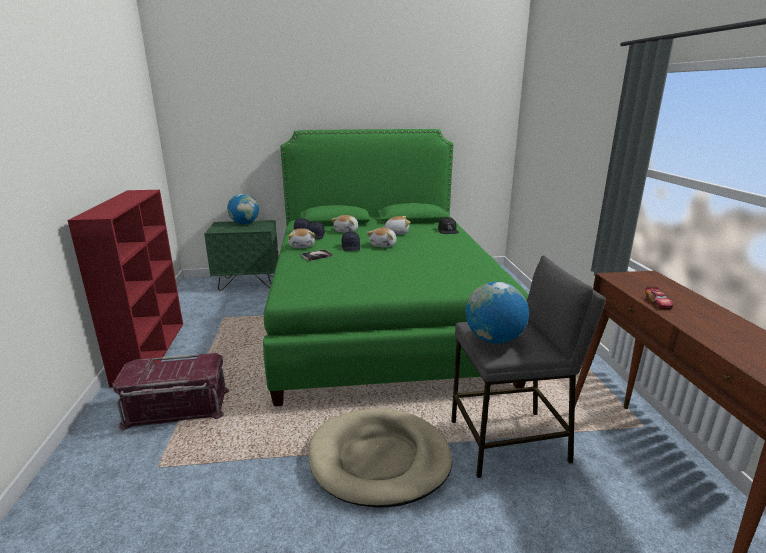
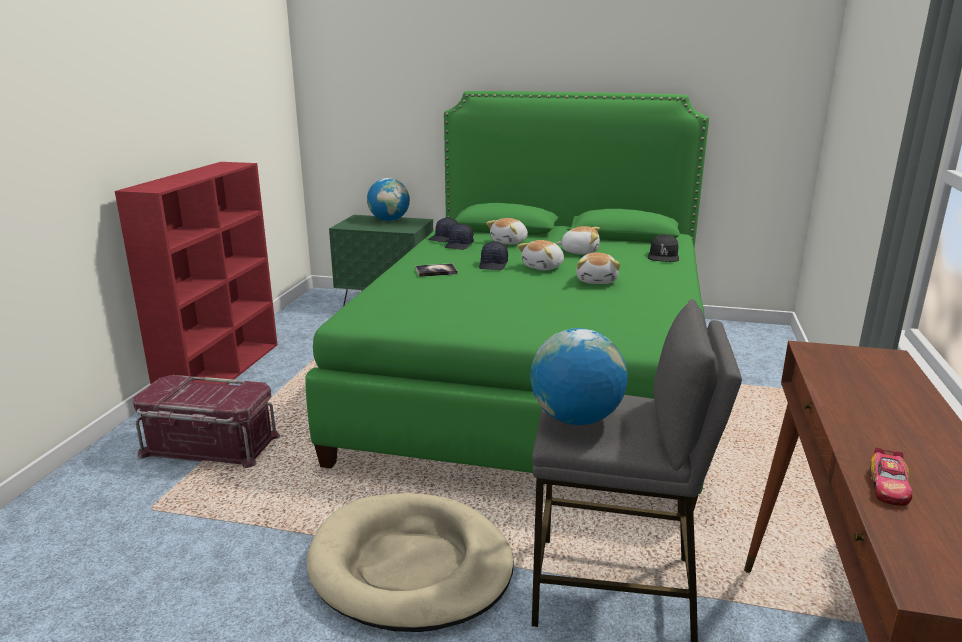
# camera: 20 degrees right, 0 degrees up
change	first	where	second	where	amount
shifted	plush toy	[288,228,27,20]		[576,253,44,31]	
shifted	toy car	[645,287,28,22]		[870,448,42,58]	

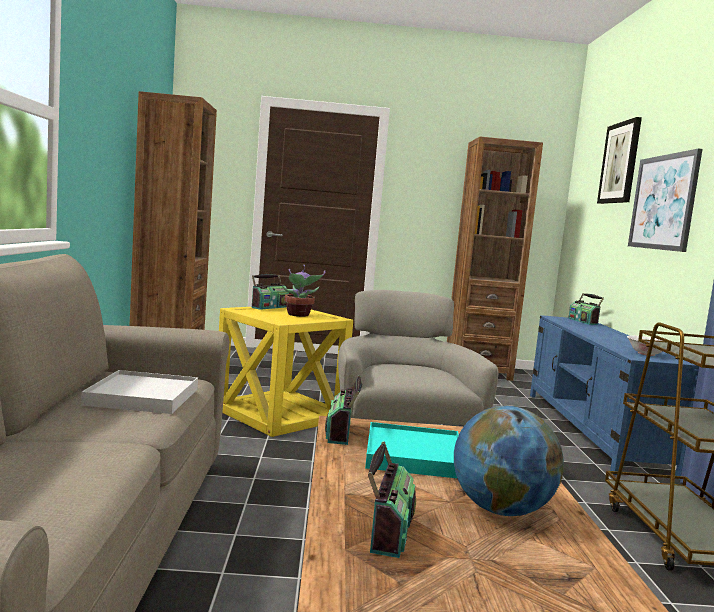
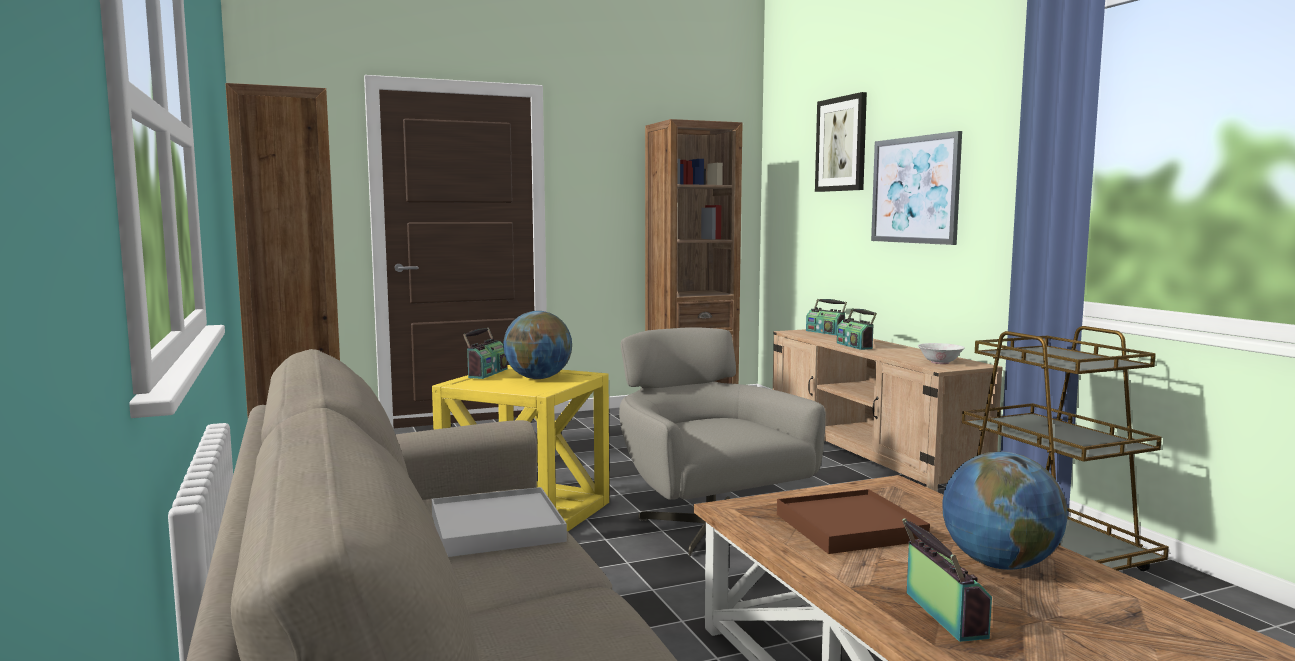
# camera: 20 degrees left, 0 degrees up
change	first	where	second	where	amount
swapped	potted plant	[282,265,44,52]	globe	[503,311,69,68]	
repainted	blue tv stand	[530,315,169,161]	beige tv stand	[773,329,230,163]	
shifted	radio	[325,375,37,70]		[837,308,40,42]	
repainted	turquoise tray	[365,422,94,57]	brown tray	[777,489,153,65]	

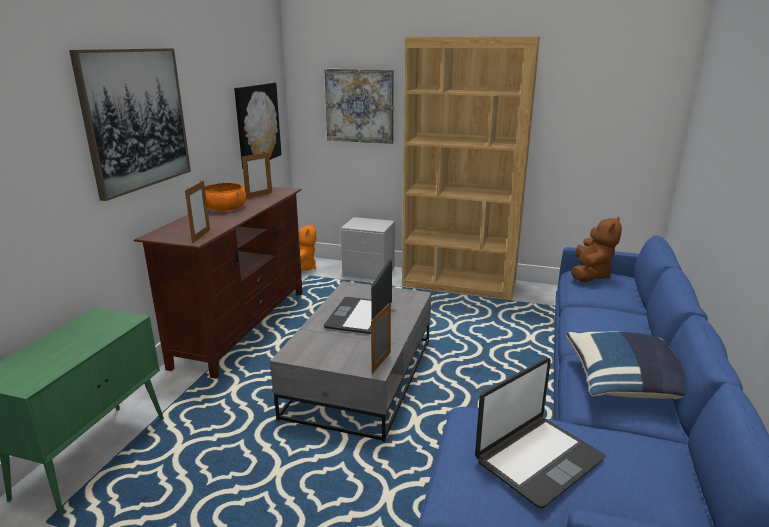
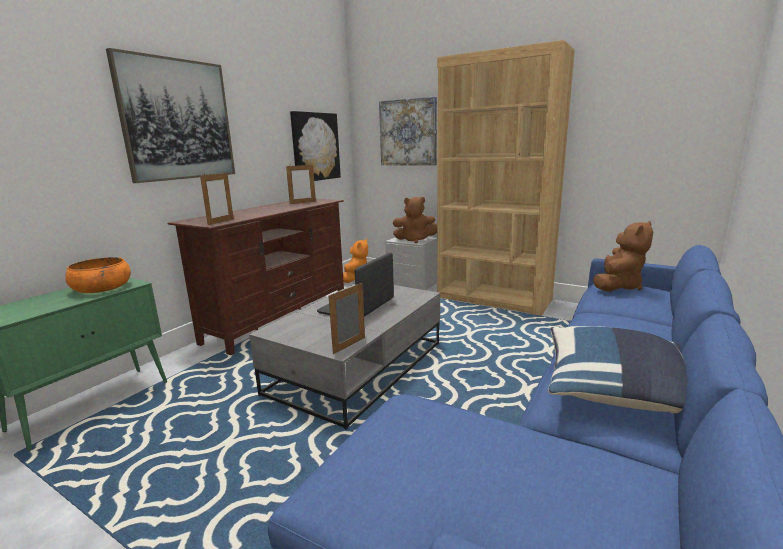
# camera: 15 degrees right, 5 degrees down
change	first	where	second	where	amount
shifted	orange bowl	[205,183,41,28]		[65,257,66,36]	
gone	laptop	[475,358,130,151]			
new			brown plush toy	[393,197,44,46]	

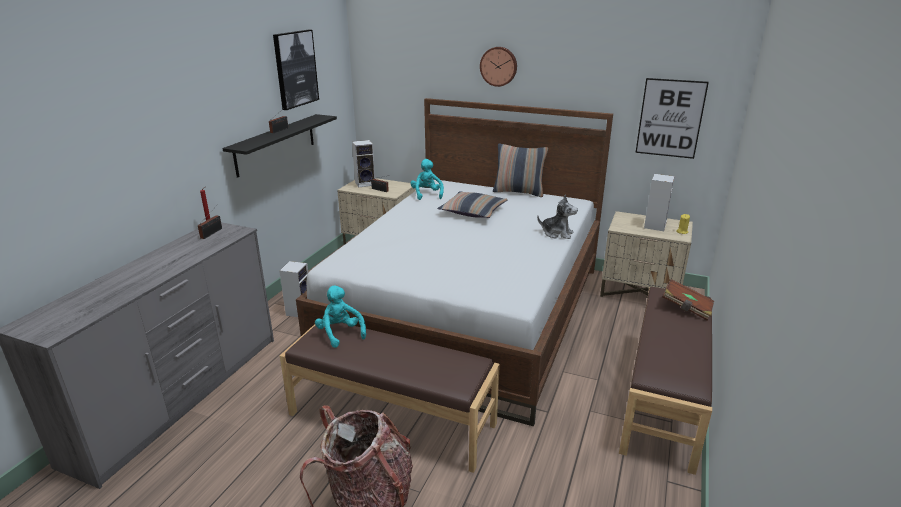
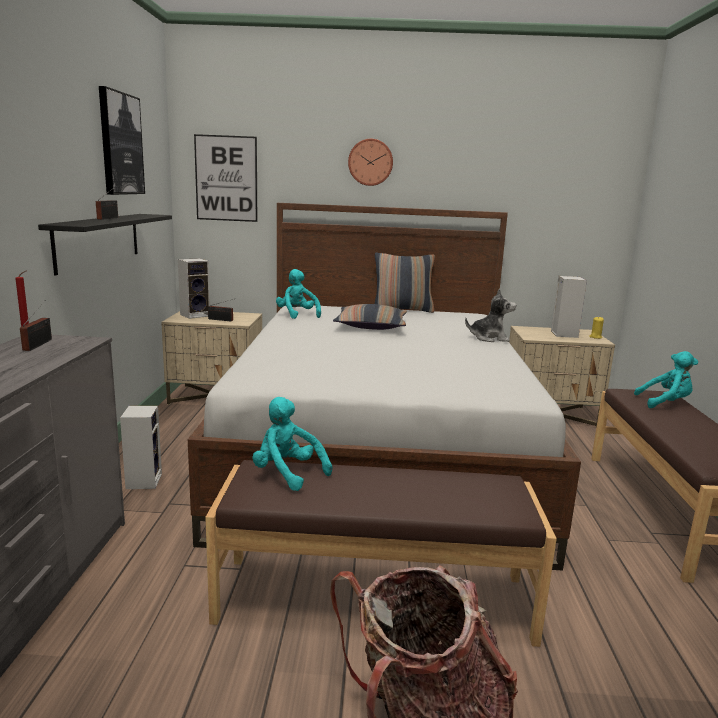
# camera: 20 degrees left, 10 degrees down
change	first	where	second	where	amount
shifted	picture	[635,78,74,81]		[194,134,63,88]	
swapped	brown book	[663,279,51,41]	turquoise plush toy	[634,351,64,57]	

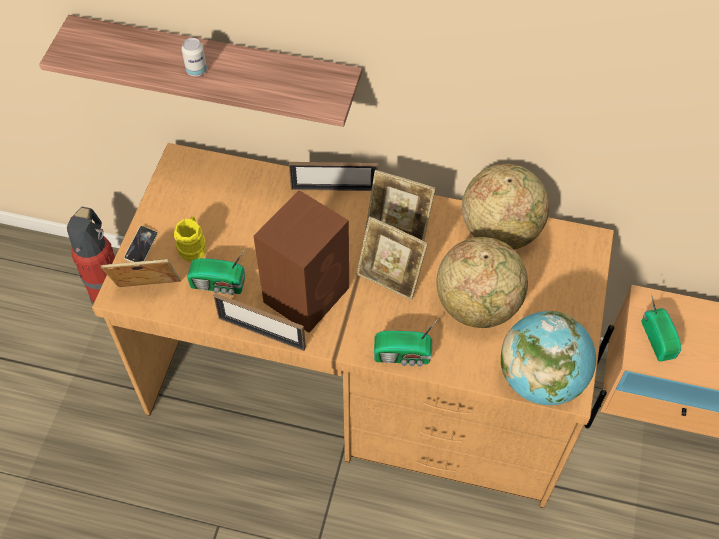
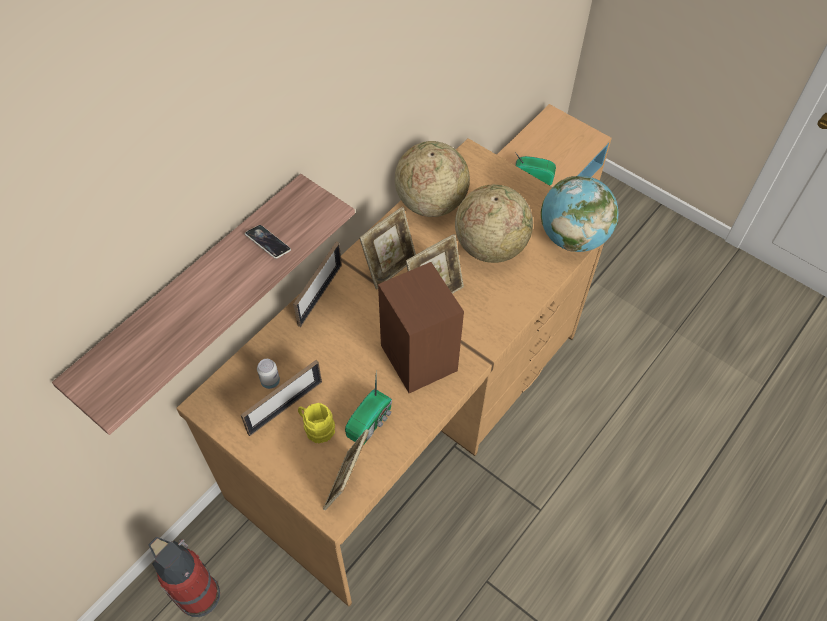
# camera: 65 degrees left, 0 degrees up
change	first	where	second	where	amount
shifted	can	[181,38,26,38]		[257,359,23,30]	
shifted	phone	[124,226,34,36]		[245,225,46,34]	
shifted	picture frame	[214,293,92,58]		[241,360,81,76]	
gone	radio	[374,319,64,48]			

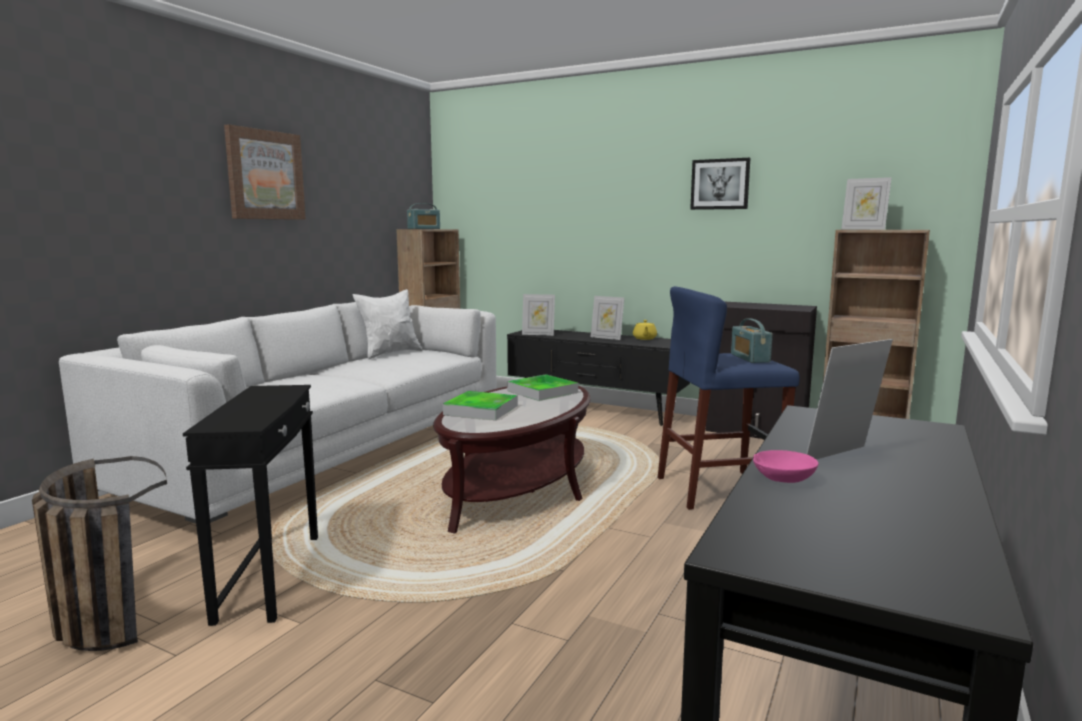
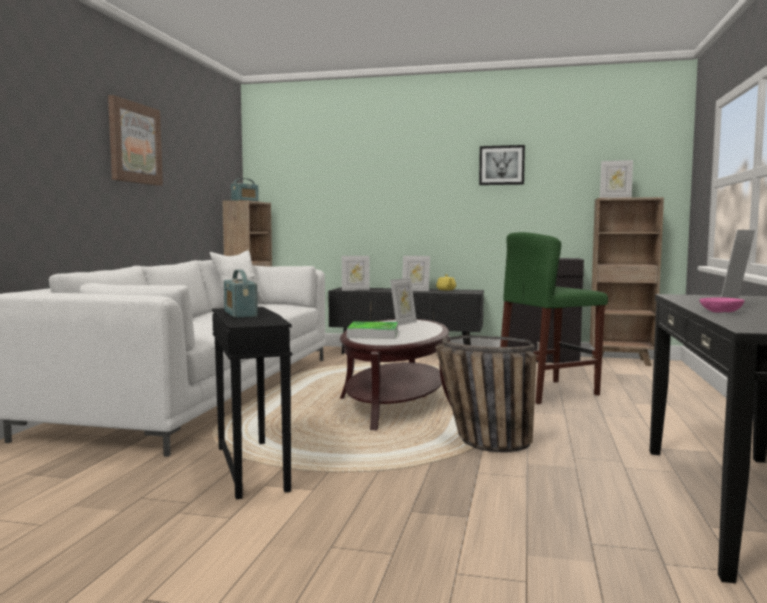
# camera: 15 degrees left, 5 degrees down
change	first	where	second	where	amount
repainted	blue stool	[658,286,142,224]	green stool	[500,232,108,172]	
shifted	radio	[731,318,42,45]		[224,270,34,48]	
swapped	tray	[507,374,71,27]	picture frame	[390,278,27,48]	
shifted	basket	[32,456,135,195]		[435,335,102,117]	

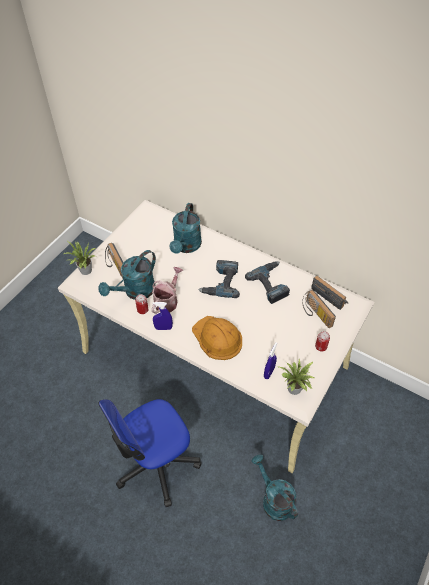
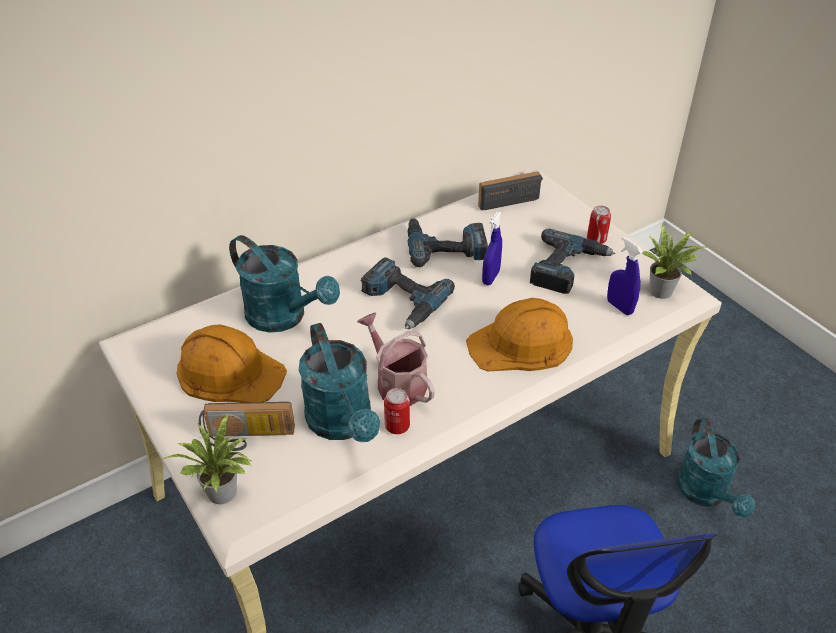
# camera: 65 degrees left, 10 degrees down
change	first	where	second	where	amount
gone	radio	[302,290,34,38]			
shifted	blue spray bottle	[153,302,20,28]		[482,211,20,74]	
rotated	turquoise watering can	[251,455,47,66]		[677,418,79,100]	90 degrees counterclockwise
new			power drill	[530,229,85,65]	
new			orange hard hat	[177,324,110,79]	

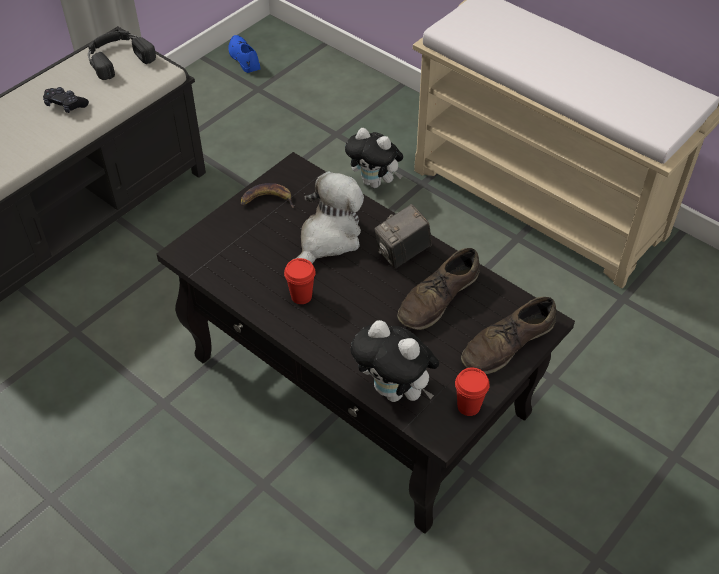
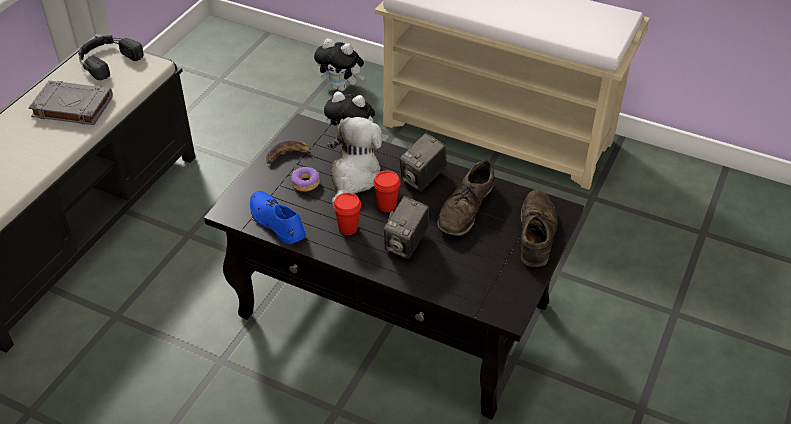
# camera: 15 degrees left, 5 degrees down
change	first	where	second	where	amount
shifted	blue shoe	[228,35,32,38]		[250,191,56,53]	
swapped	black game controller	[43,87,46,26]	grey book	[28,80,85,45]	
rotated	brown shoe	[461,297,95,77]		[521,190,37,77]	150 degrees clockwise
shifted	plush toy	[351,320,88,82]		[314,38,50,53]	
shifted	red cup	[455,368,35,48]		[373,170,28,42]	
new			donut	[291,167,29,25]	
new			photo camera	[384,196,45,63]	

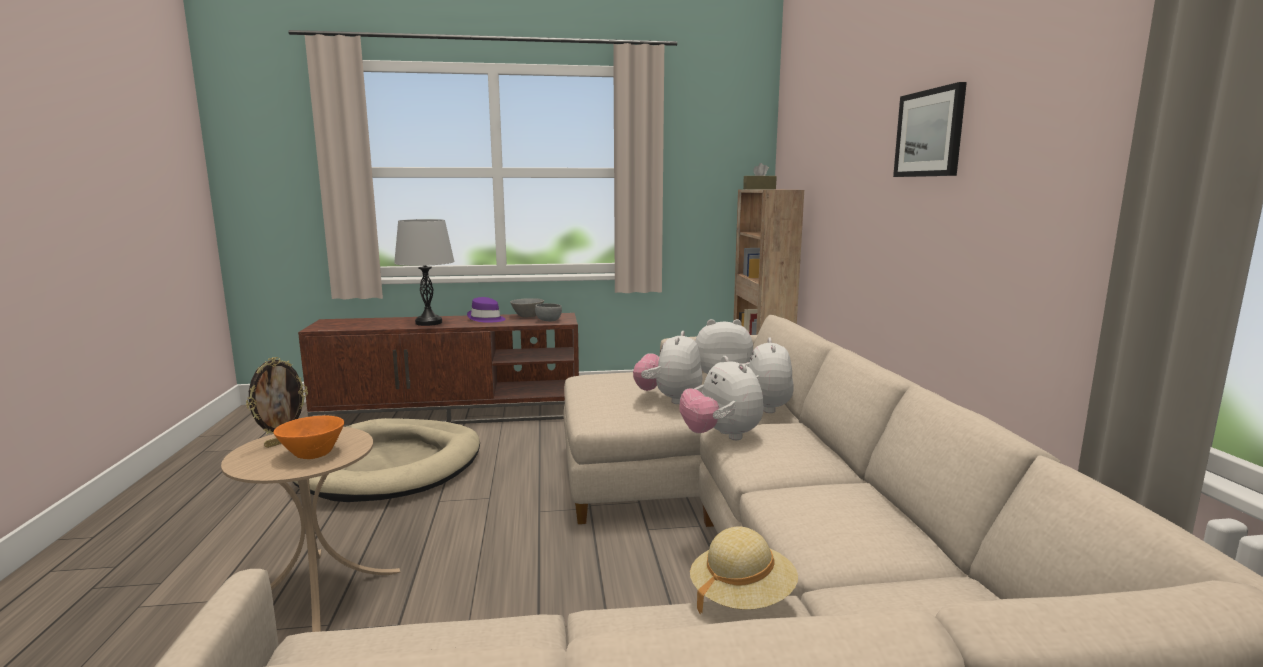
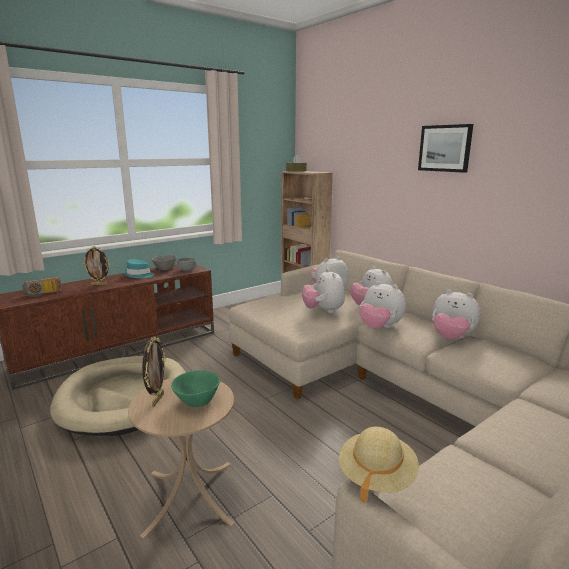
# camera: 30 degrees left, 5 degrees up
change	first	where	second	where	amount
swapped	grey table lamp	[394,219,60,107]	picture frame	[83,246,27,39]	
repainted	purple hat	[467,297,39,26]	turquoise hat	[123,259,32,19]	
repainted	orange bowl	[274,416,70,43]	green bowl	[171,370,49,37]	
shifted	beige hat	[690,526,108,89]		[339,427,80,77]	
new			radio	[22,277,40,20]	
new			plush toy	[432,289,49,51]	

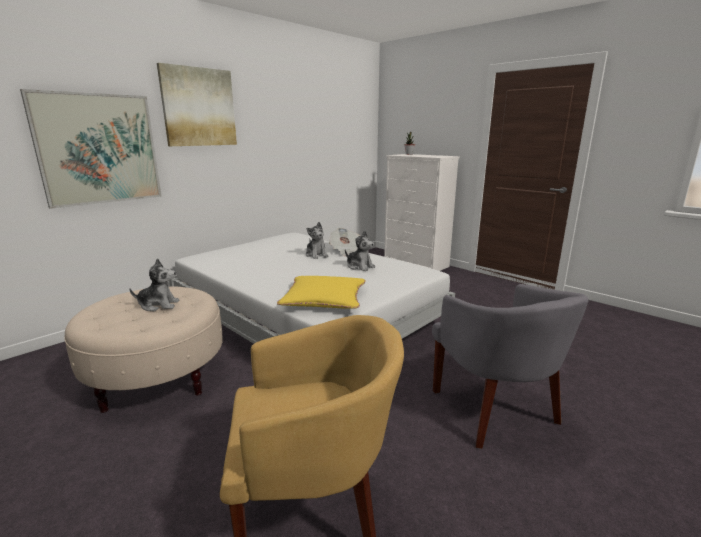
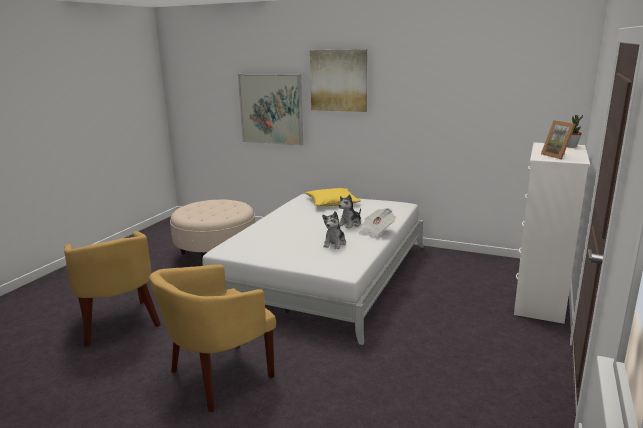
# camera: 70 degrees right, 0 degrees up
change	first	where	second	where	amount
gone	plush toy	[129,258,50,53]			
shifted	yellow pillow	[277,276,89,33]		[305,188,56,18]	
repainted	grey armchair	[432,284,157,165]	yellow armchair	[149,264,127,148]	
new			picture frame	[541,120,35,39]	

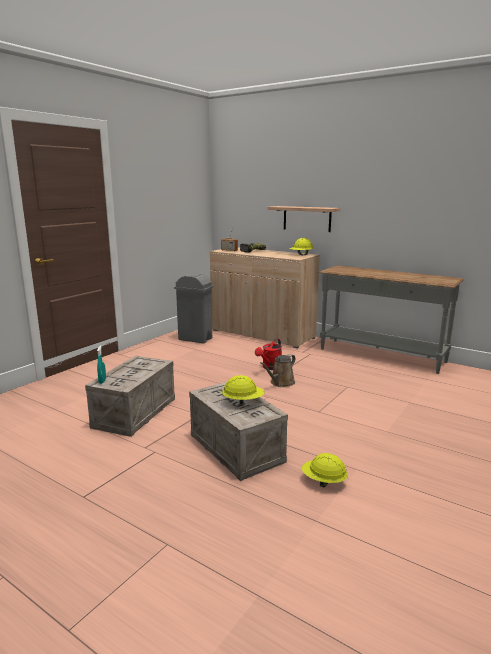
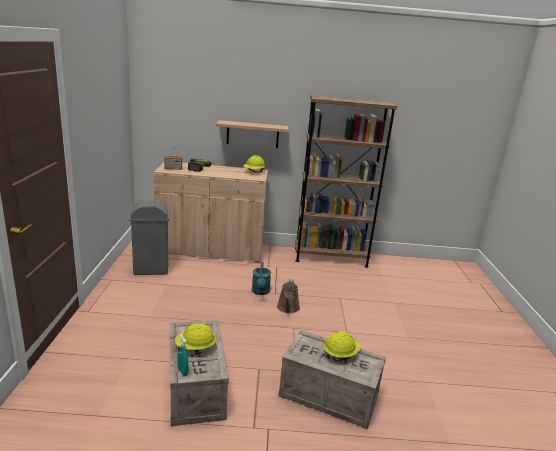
# camera: 35 degrees left, 5 degrees up
change	first	where	second	where	amount
swapped	grey console table	[319,265,145,109]	brown bookcase	[295,95,102,173]	
repainted	red watering can	[255,338,27,32]	turquoise watering can	[252,262,19,33]	
shifted	yellow hard hat	[302,453,46,34]		[175,323,41,31]	

